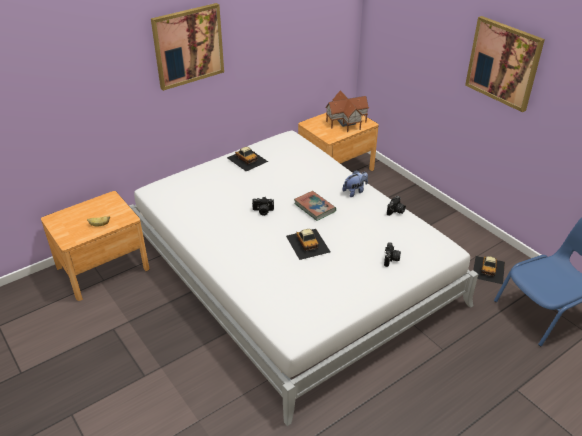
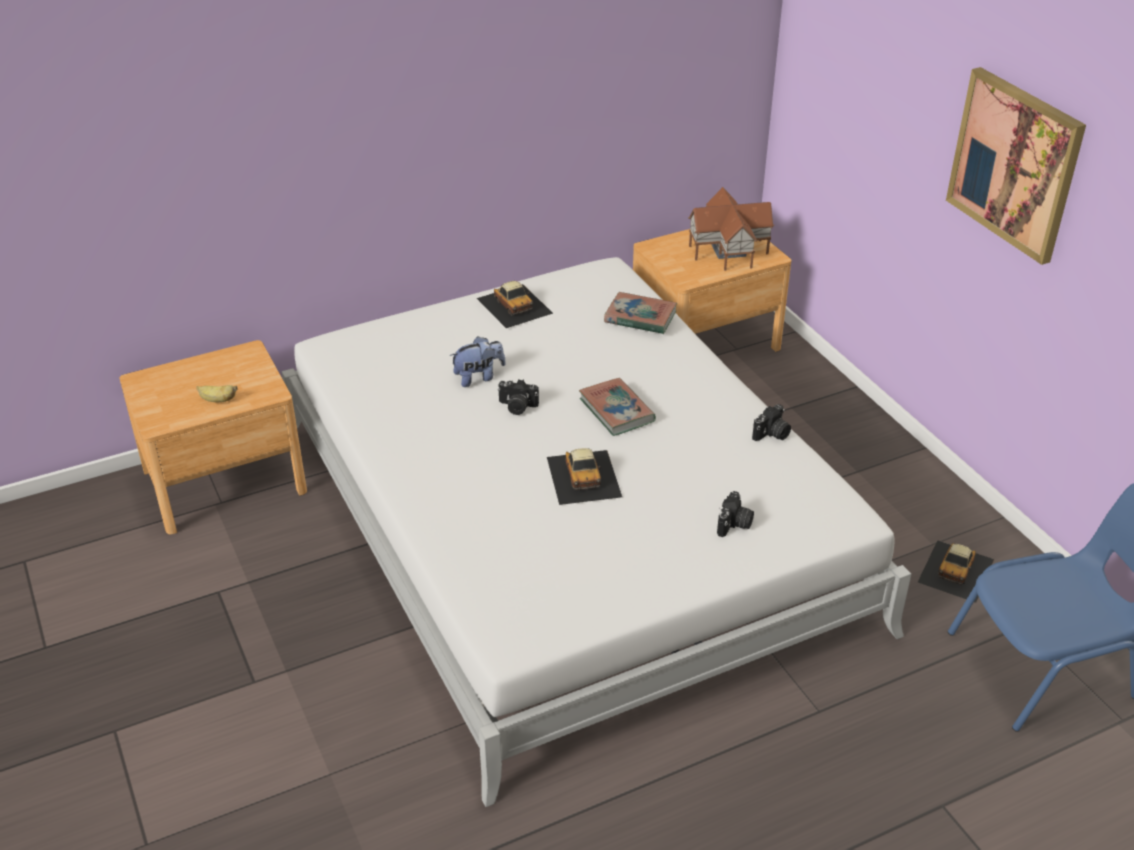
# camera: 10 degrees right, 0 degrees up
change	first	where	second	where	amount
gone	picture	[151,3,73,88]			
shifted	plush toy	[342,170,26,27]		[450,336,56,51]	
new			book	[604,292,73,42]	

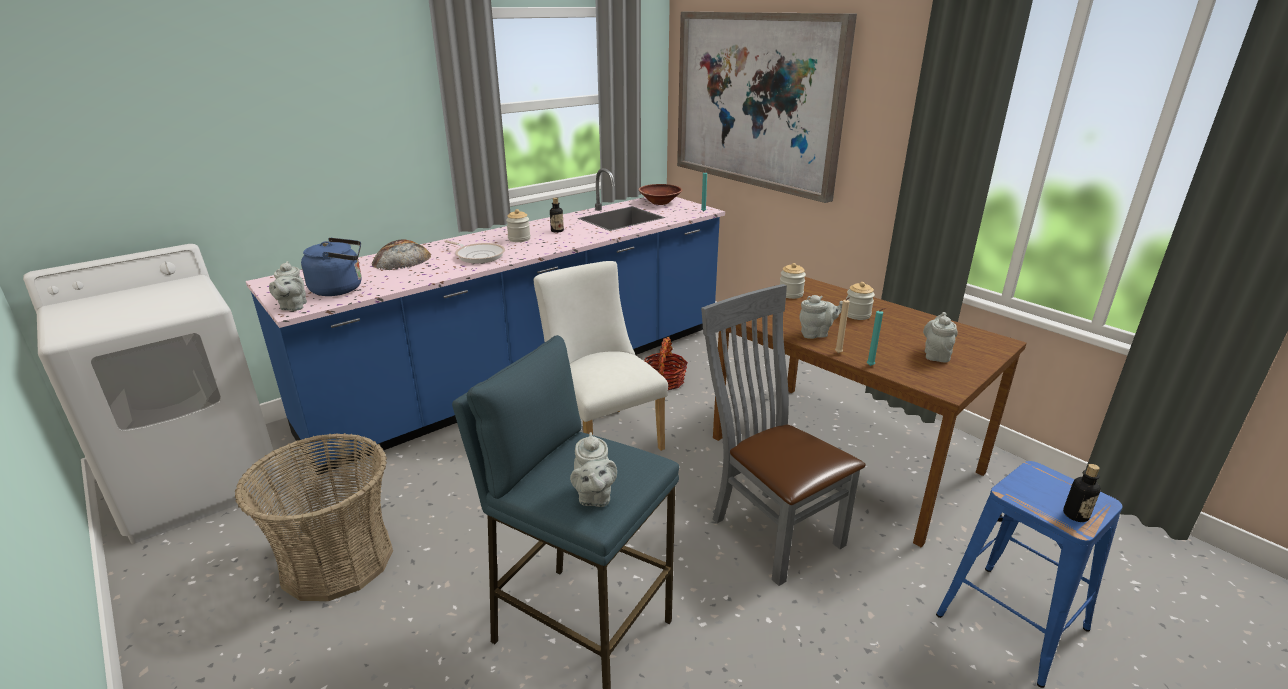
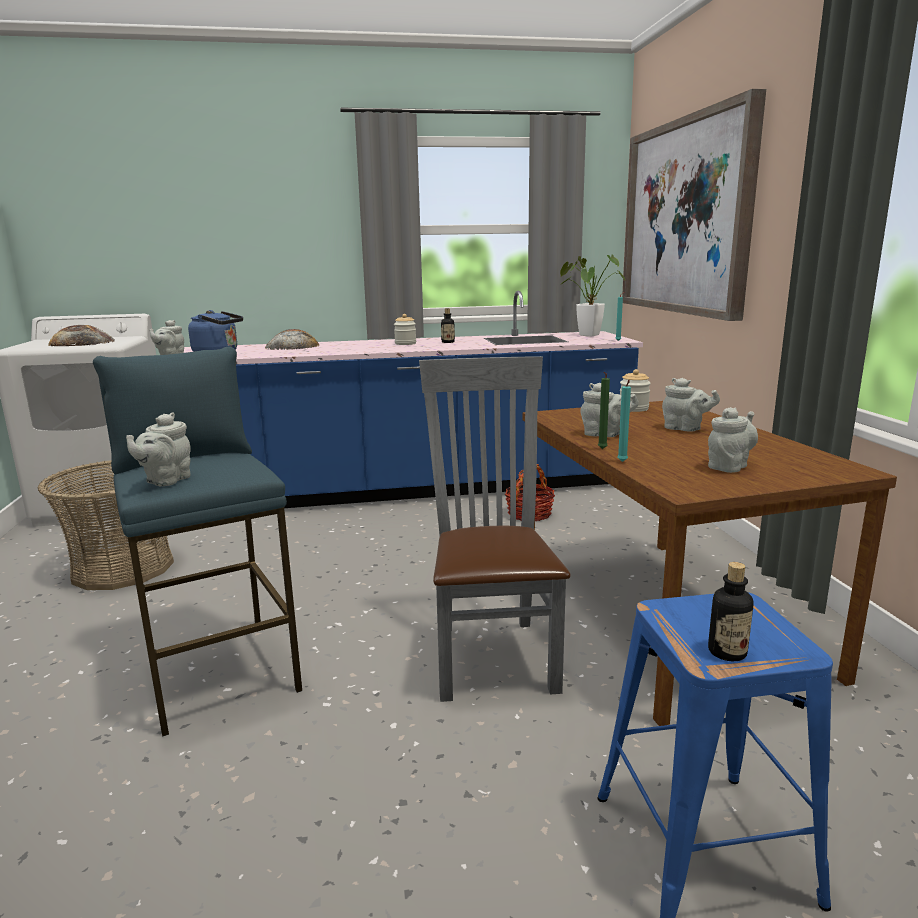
# camera: 30 degrees right, 10 degrees down
change	first	where	second	where	amount
swapped	brown bowl	[638,184,44,21]	potted plant	[559,255,67,81]	
gone	frying pan	[444,240,61,23]			
gone	white chair	[534,261,134,190]			
swapped	jar	[846,282,29,38]	grey teapot	[662,378,58,54]	
repainted	beige candle	[835,297,15,56]	green candle	[598,372,12,77]	
new			bread	[48,325,66,21]	

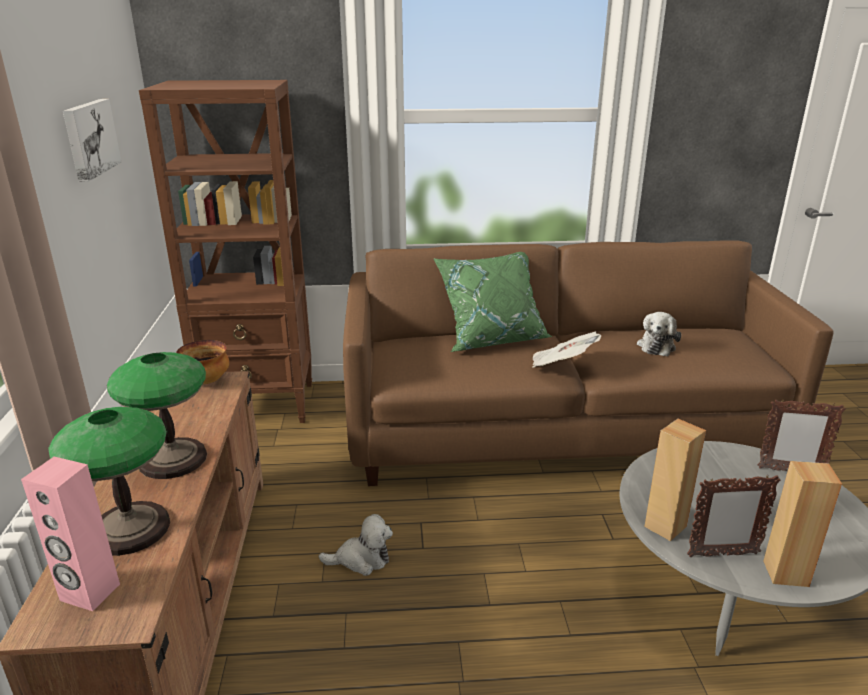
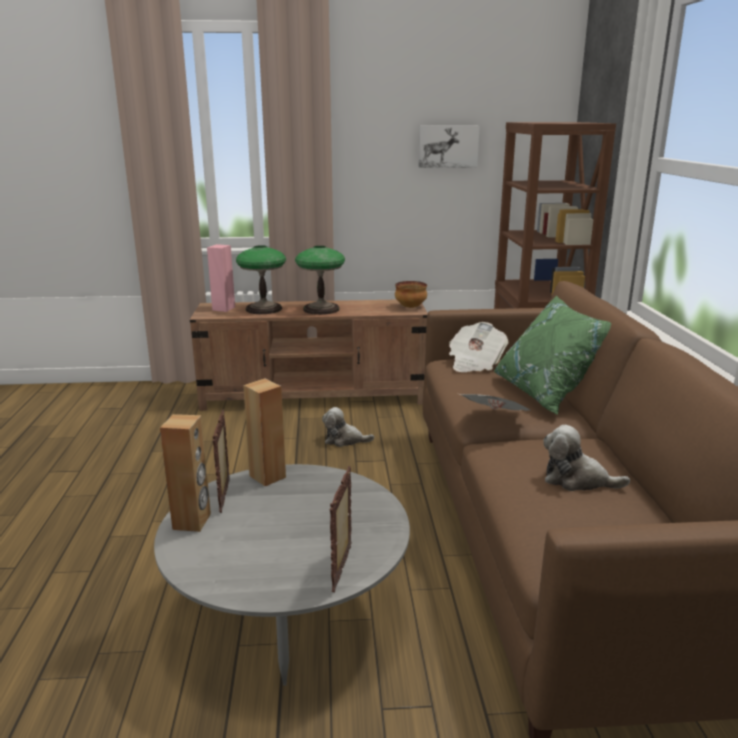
# camera: 90 degrees right, 5 degrees down
change	first	where	second	where	amount
rotated	plush toy	[318,514,75,62]		[322,407,52,40]	105 degrees clockwise
new			newspaper	[449,322,59,50]	

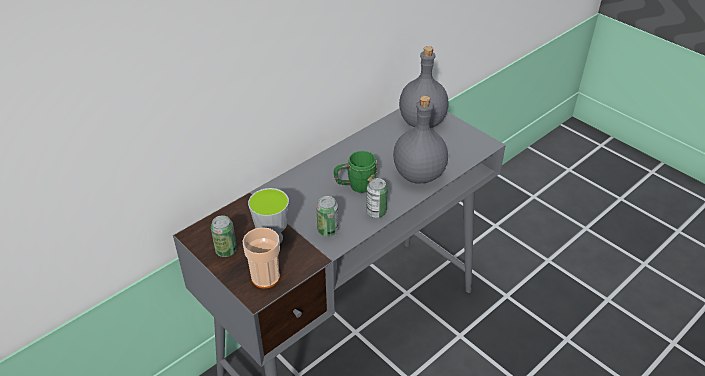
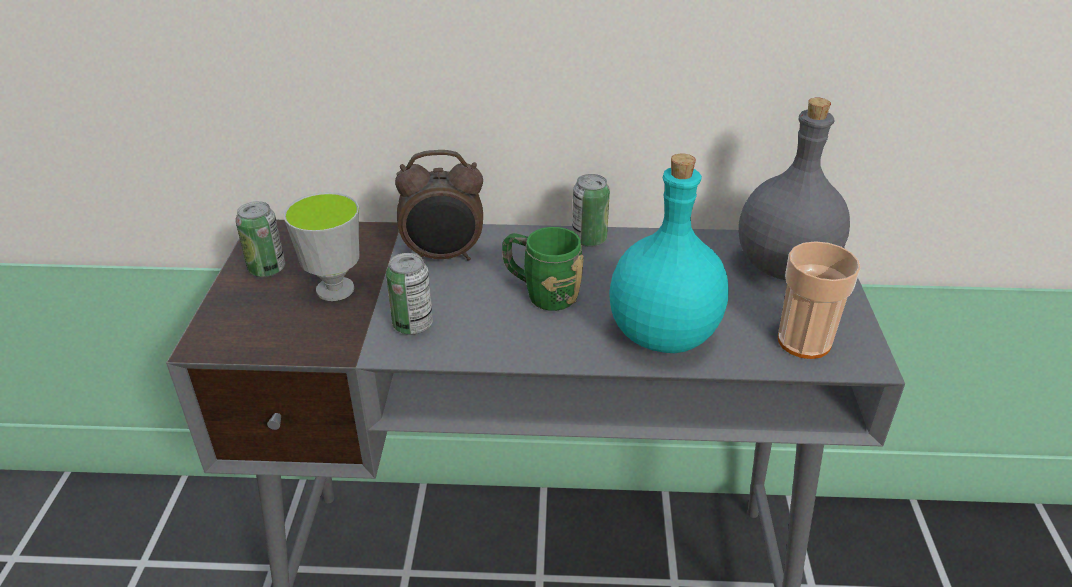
# camera: 45 degrees right, 5 degrees down
change	first	where	second	where	amount
repainted	grey bottle	[393,96,55,87]	turquoise bottle	[609,153,120,200]	
shifted	can	[366,178,22,40]		[572,174,38,73]	
shifted	cup	[243,227,37,61]		[778,241,83,118]	
new			alarm clock	[395,150,88,111]	

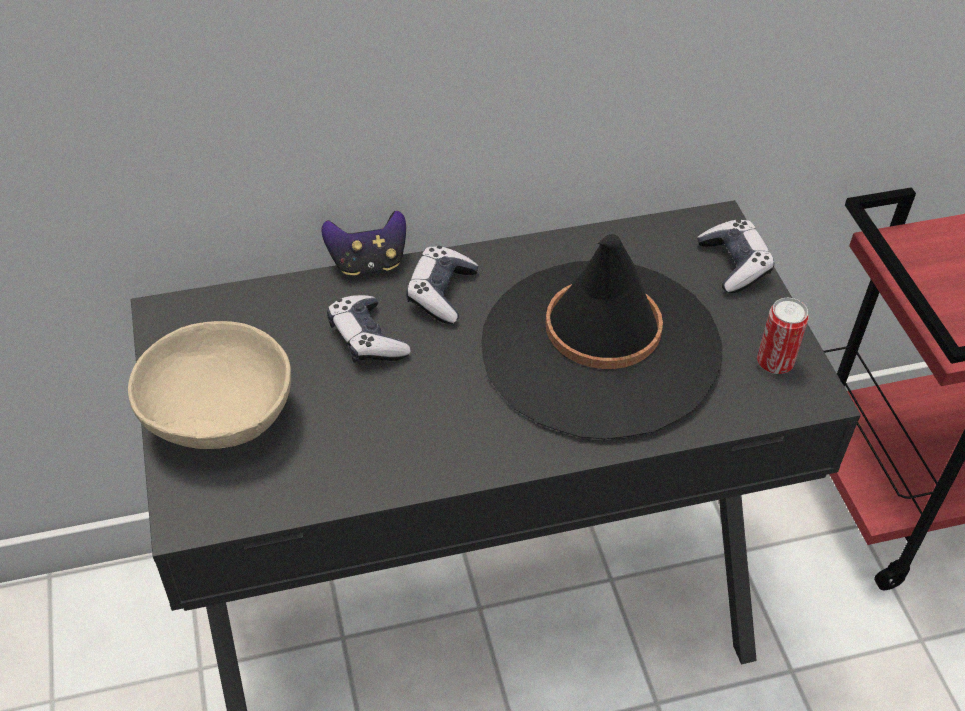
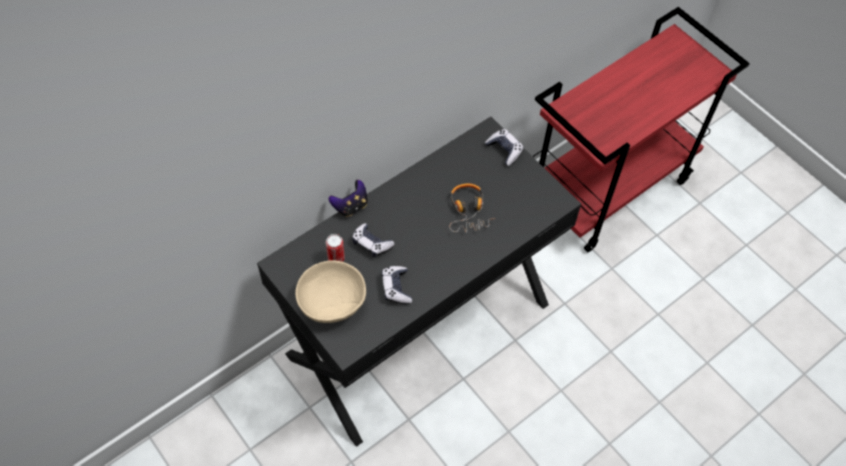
# camera: 25 degrees left, 10 degrees up
change	first	where	second	where	amount
swapped	black hat	[481,234,241,205]	headphones	[449,184,47,48]	
shifted	game controller	[406,246,73,78]		[382,266,30,38]	
shifted	can	[757,298,52,76]		[326,234,19,28]	

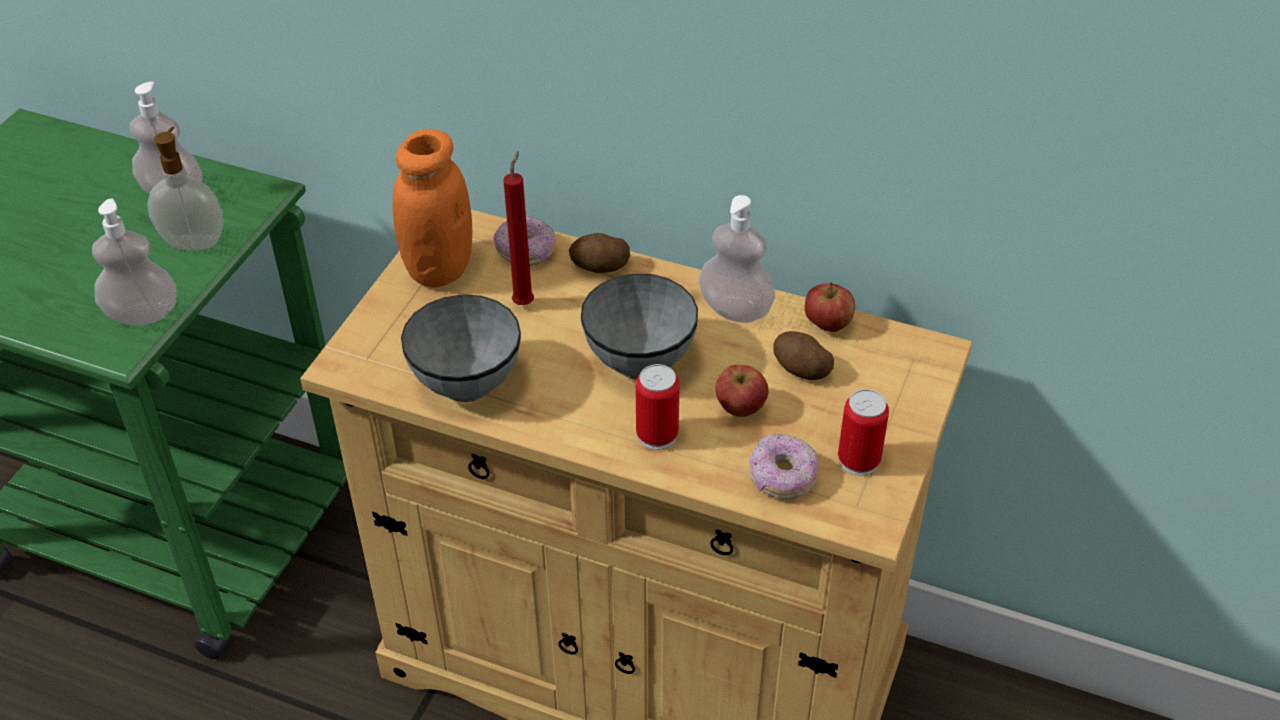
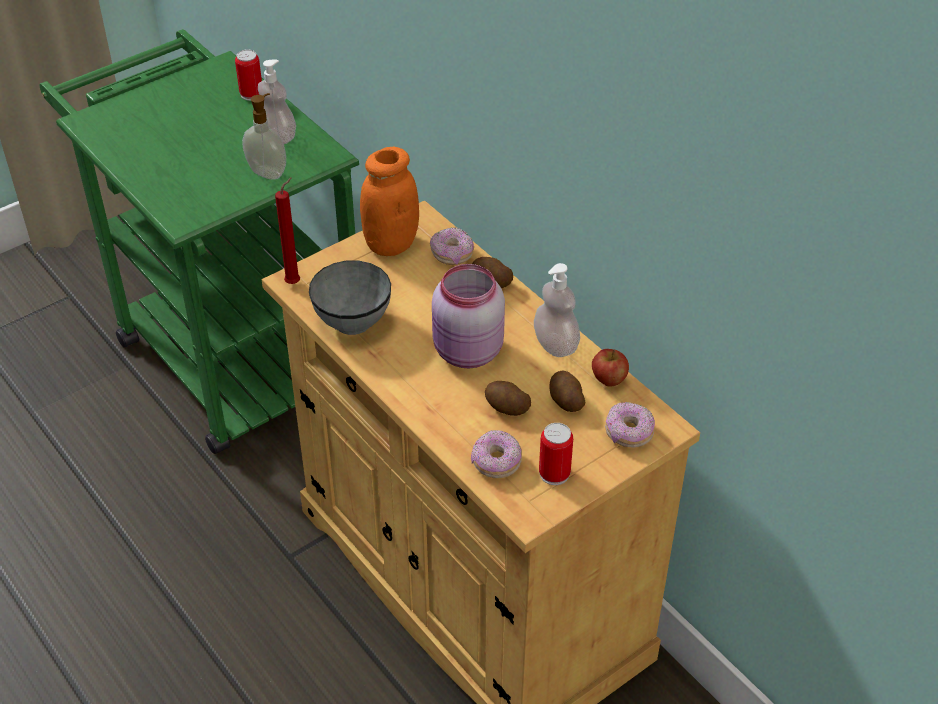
# camera: 30 degrees right, 0 degrees up
change	first	where	second	where	amount
shifted	red candle	[503,151,31,154]		[275,177,25,107]	
gone	soap dispenser	[92,199,85,126]			
swapped	grey bowl	[581,274,117,105]	pink jar	[432,264,73,104]	
shifted	can	[636,364,44,86]		[235,49,27,52]	
swapped	apple	[715,365,54,52]	potato	[485,381,46,35]	
new			donut	[605,402,50,46]	

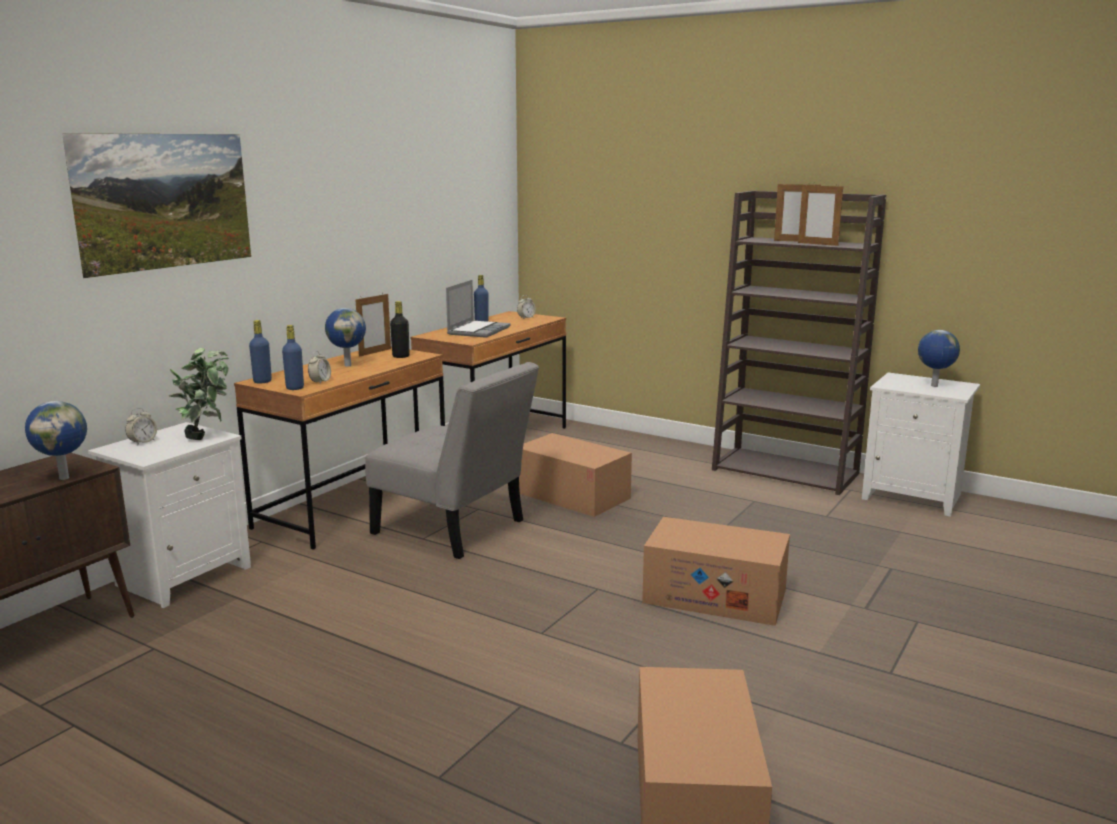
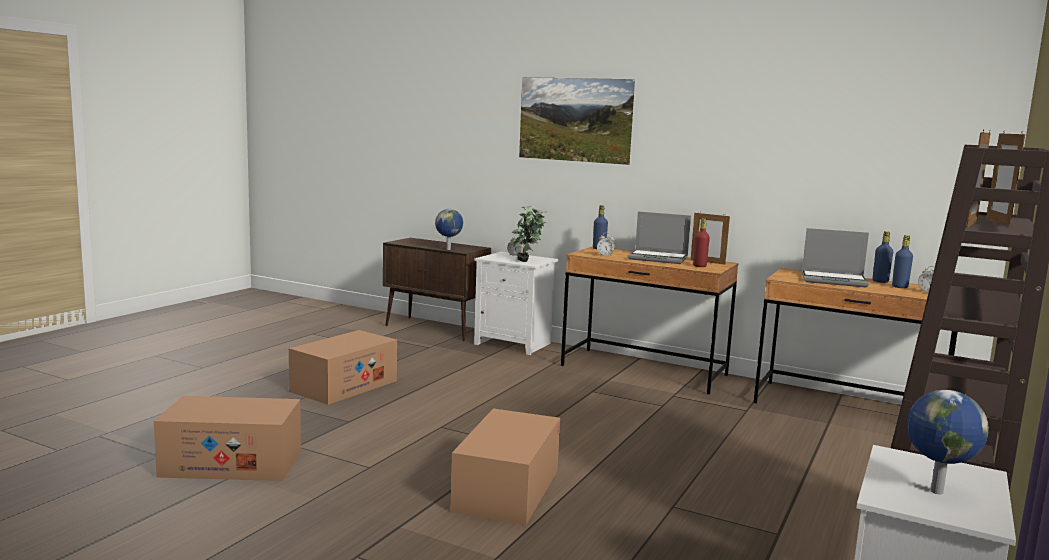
# camera: 85 degrees right, 5 degrees down
change	first	where	second	where	amount
repainted	black bottle	[390,301,20,57]	red bottle	[693,218,17,49]	
swapped	globe	[325,308,41,59]	laptop	[627,212,64,52]	
shifted	blue bottle	[282,325,22,65]		[892,235,21,53]	
gone	grey chair	[365,362,174,197]			
shifted	cardboard box	[519,433,113,84]		[289,330,108,75]	

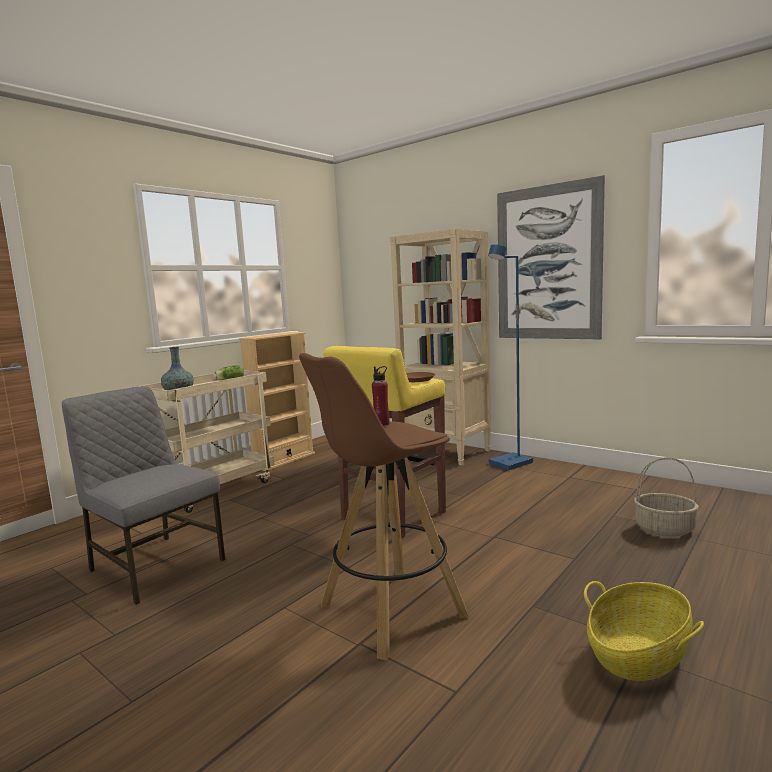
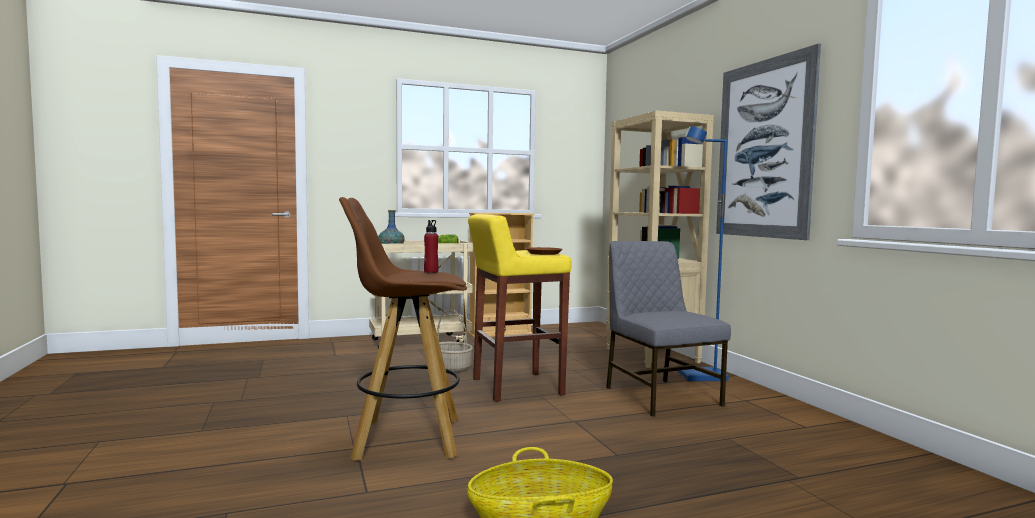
# camera: 30 degrees right, 5 degrees down
change	first	where	second	where	amount
shifted	grey chair	[62,386,163,219]		[606,241,125,176]	
shifted	basket	[634,457,65,80]		[437,310,36,63]	

